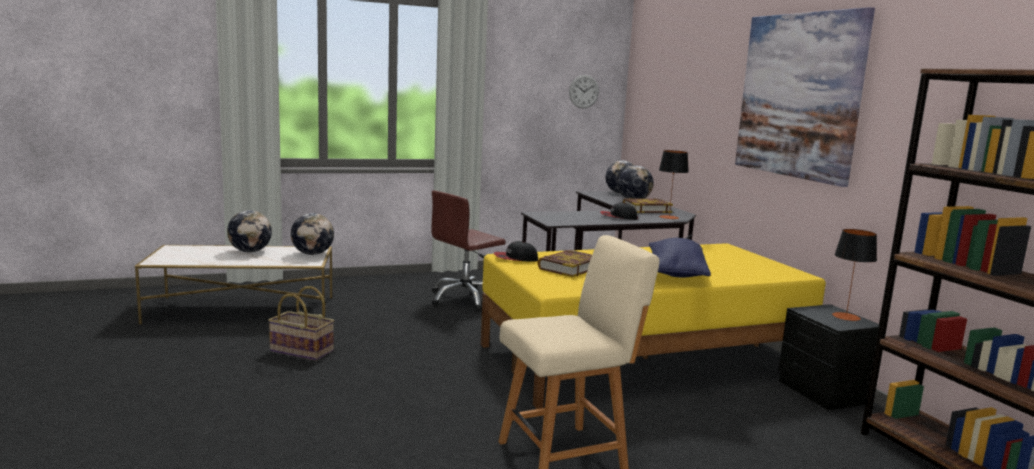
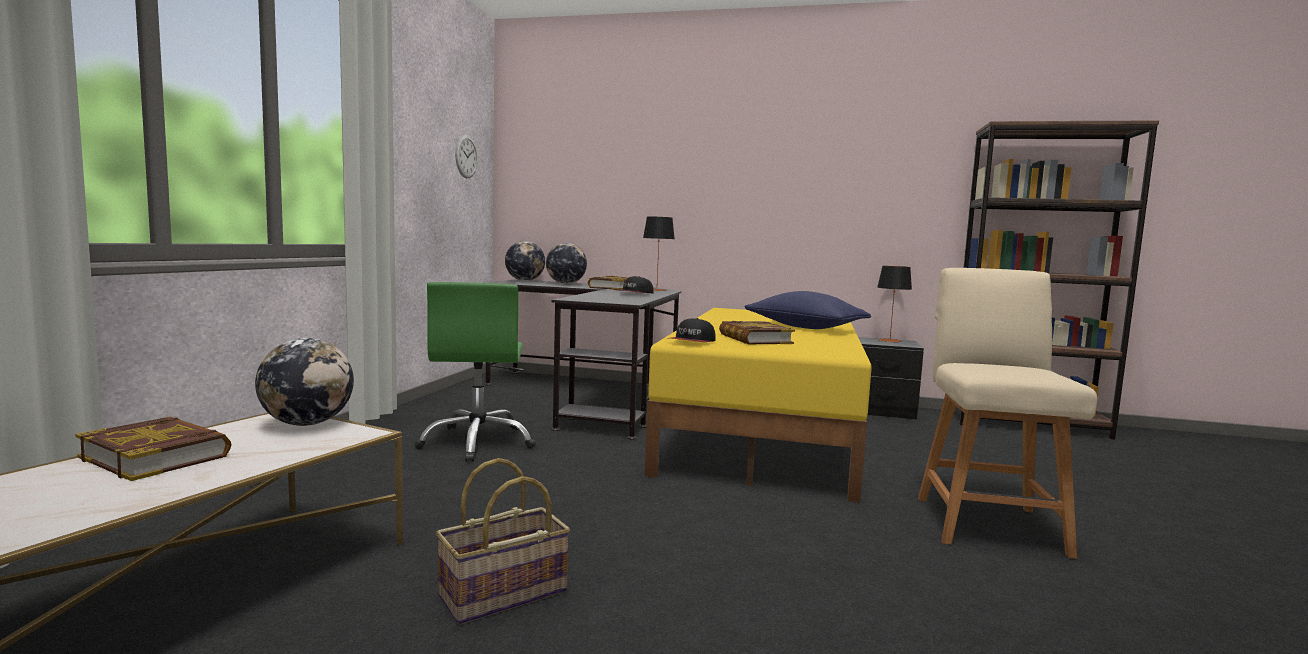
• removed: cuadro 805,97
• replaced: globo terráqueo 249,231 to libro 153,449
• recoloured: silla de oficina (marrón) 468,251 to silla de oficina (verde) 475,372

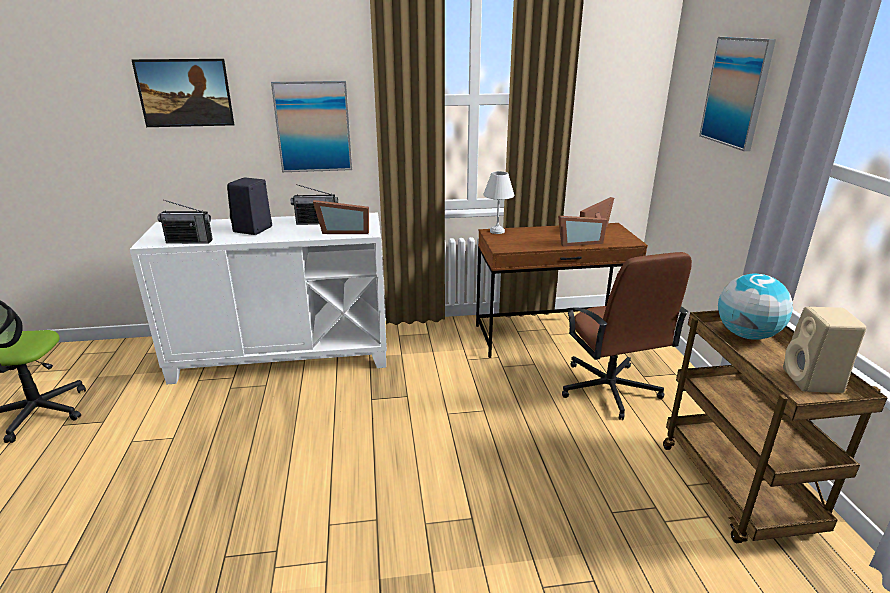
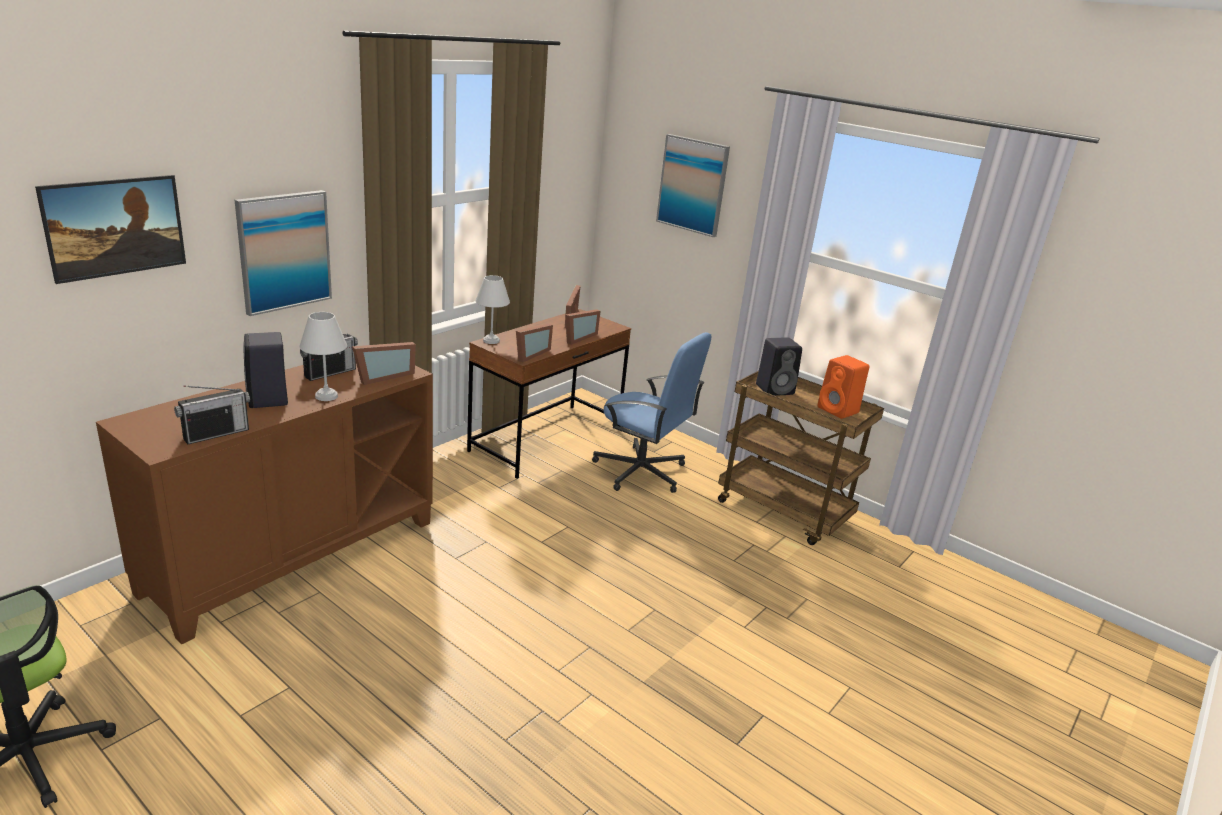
• added: lámpara de mesa (blanco) 323,356
• added: portarretratos 534,343
• replaced: globo terráqueo 755,307 to altavoz (negro) 779,366
• recoloured: armario (blanco) 258,298 to armario (marrón) 264,504
• recoloured: silla de oficina (marrón) 627,336 to silla de oficina (azul) 651,412
• recoloured: altavoz (beis) 824,350 to altavoz (naranja) 843,387

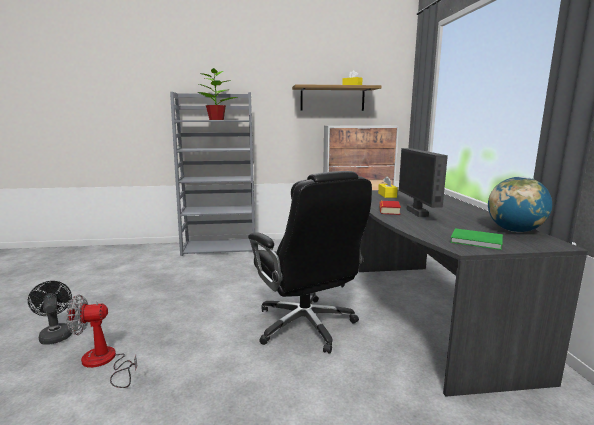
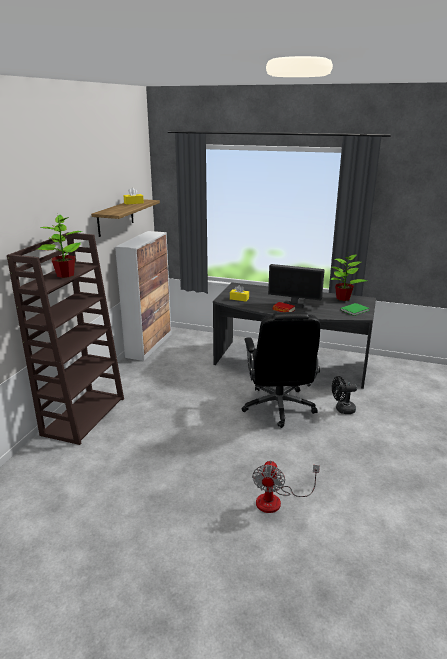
• moved: ventilador (negro) 50,313 to 344,395
• replaced: globo terráqueo 520,204 to planta en maceta 348,277
• recoloured: estantería (gris) 212,174 to estantería (marrón) 65,338
• turned: silla de oficina (negro) 310,262 = 280,370 90 degrees clockwise

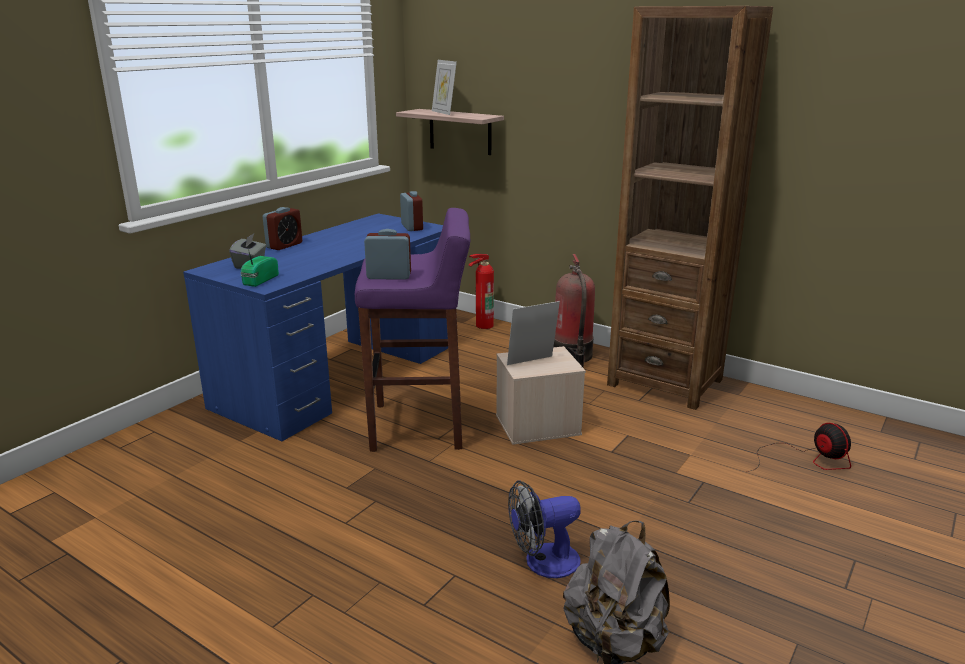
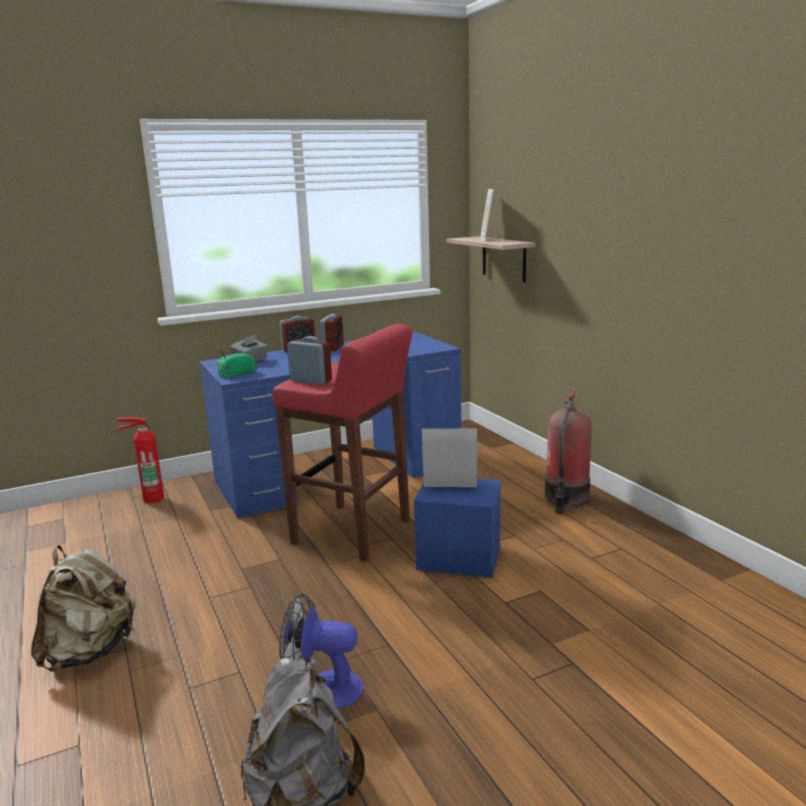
• removed: estantería (marrón) 690,208
• removed: ventilador 799,447
• added: mochila (beis) 83,608
• moved: despertador 411,211 to 332,332
• moved: extintor 481,291 to 140,460
• recoloured: taburete (morado) 412,330 to taburete (rojo) 342,443
• recoloured: caja de almacenaje (beis) 541,395 to caja de almacenaje (azul) 458,528

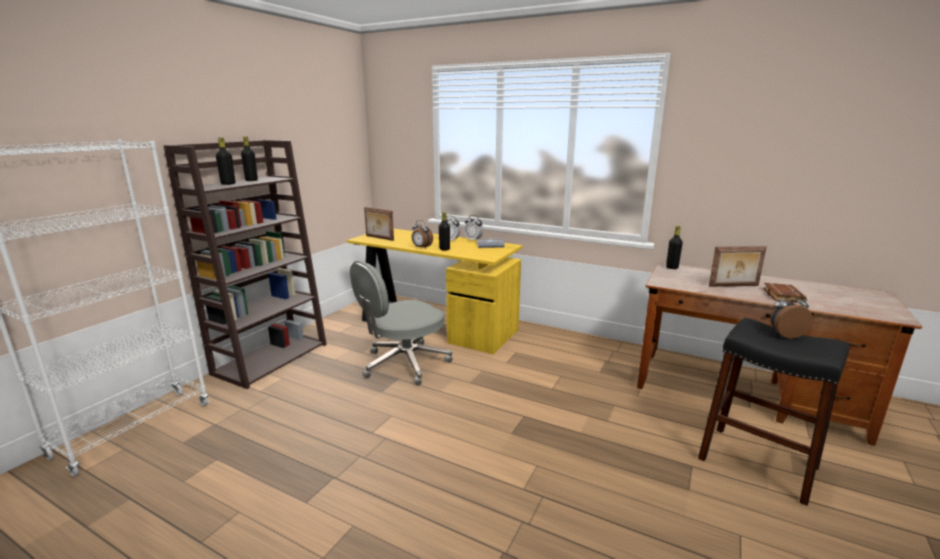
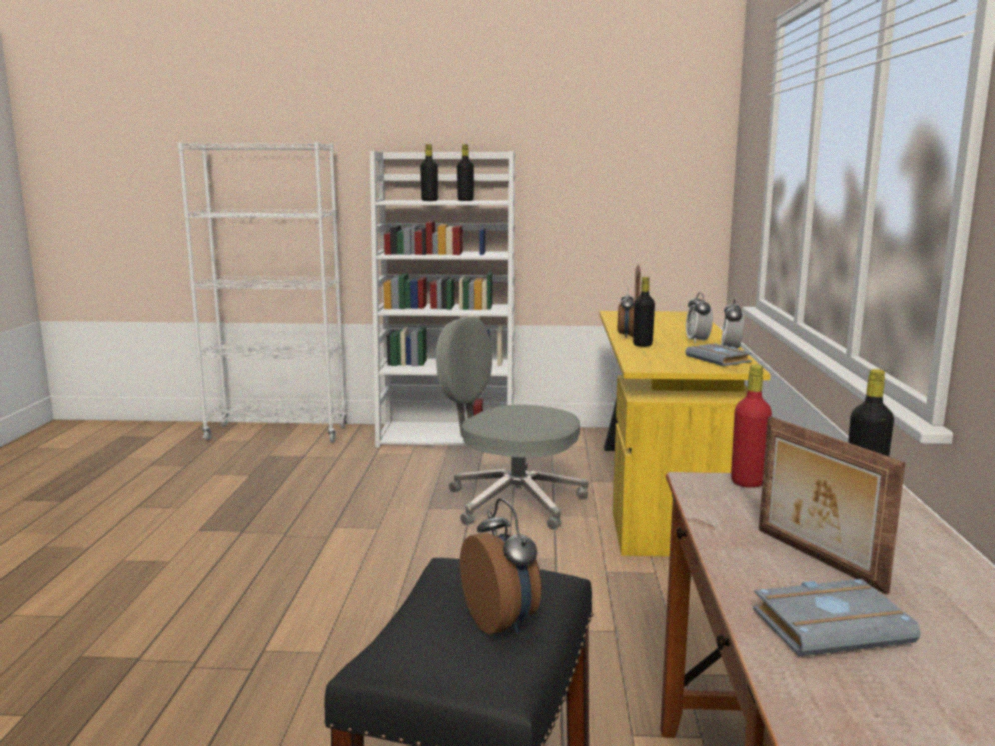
• added: botella (rojo) 751,426
• recoloured: estantería (marrón) 245,264 to estantería (blanco) 442,299
• recoloured: libro (marrón) 785,292 to libro (gris) 837,618

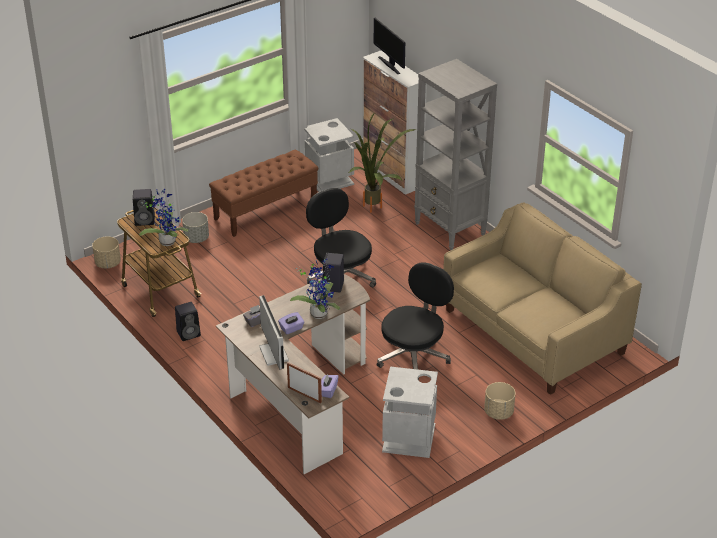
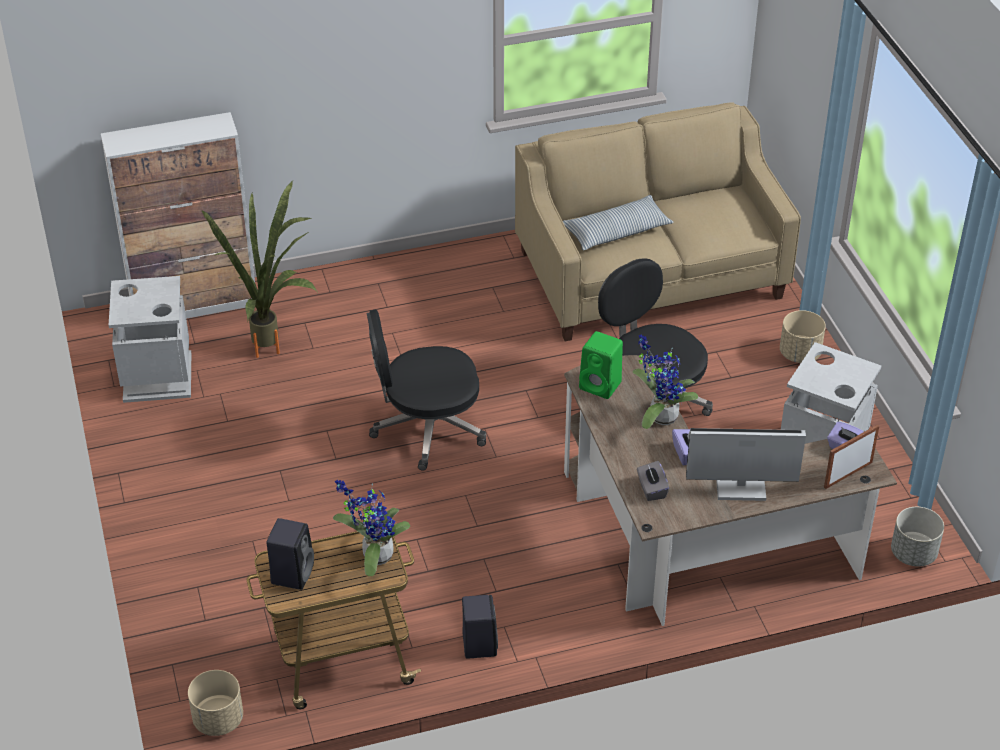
• removed: banco (marrón) 264,193
• removed: monitor 389,46
• removed: estantería (gris) 455,154
• added: cojín 618,222
• moved: maceta (gris) 195,227 to 917,537
• recoloured: altavoz (negro) 333,272 to altavoz (verde) 601,365

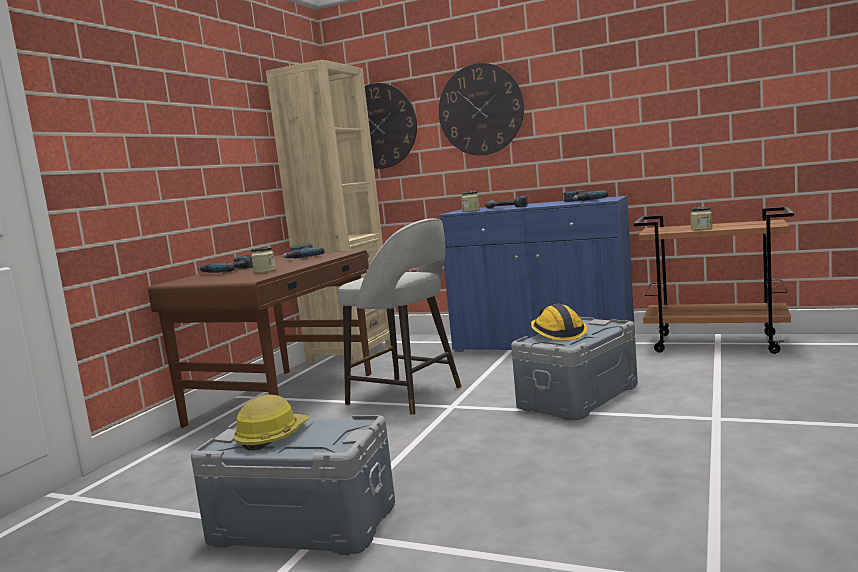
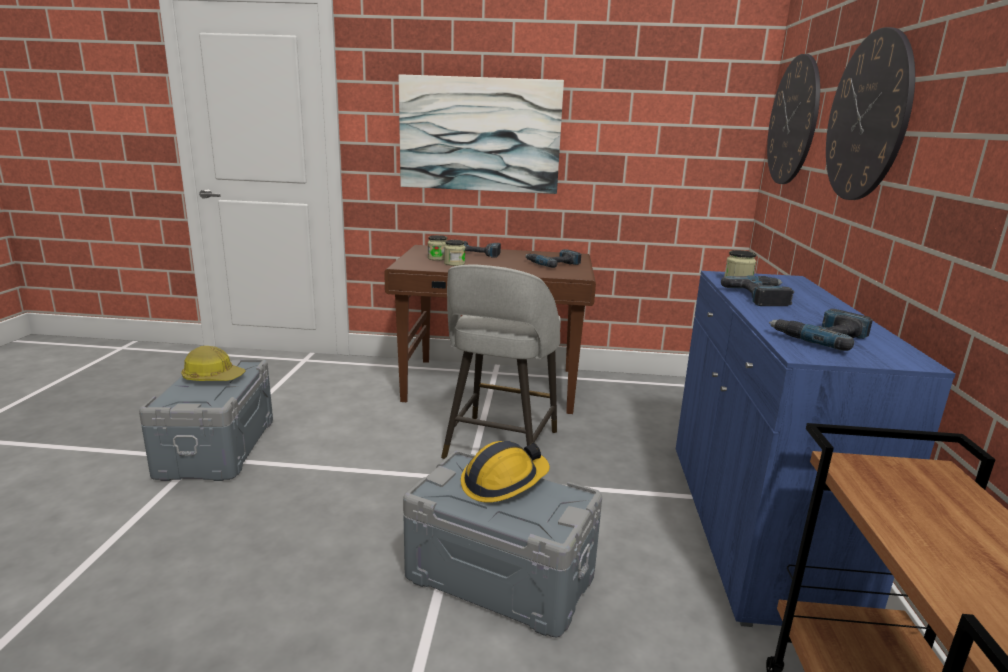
• removed: estantería (beis) 328,212
• added: cuadro 481,134
• moved: tarro 701,218 to 437,248

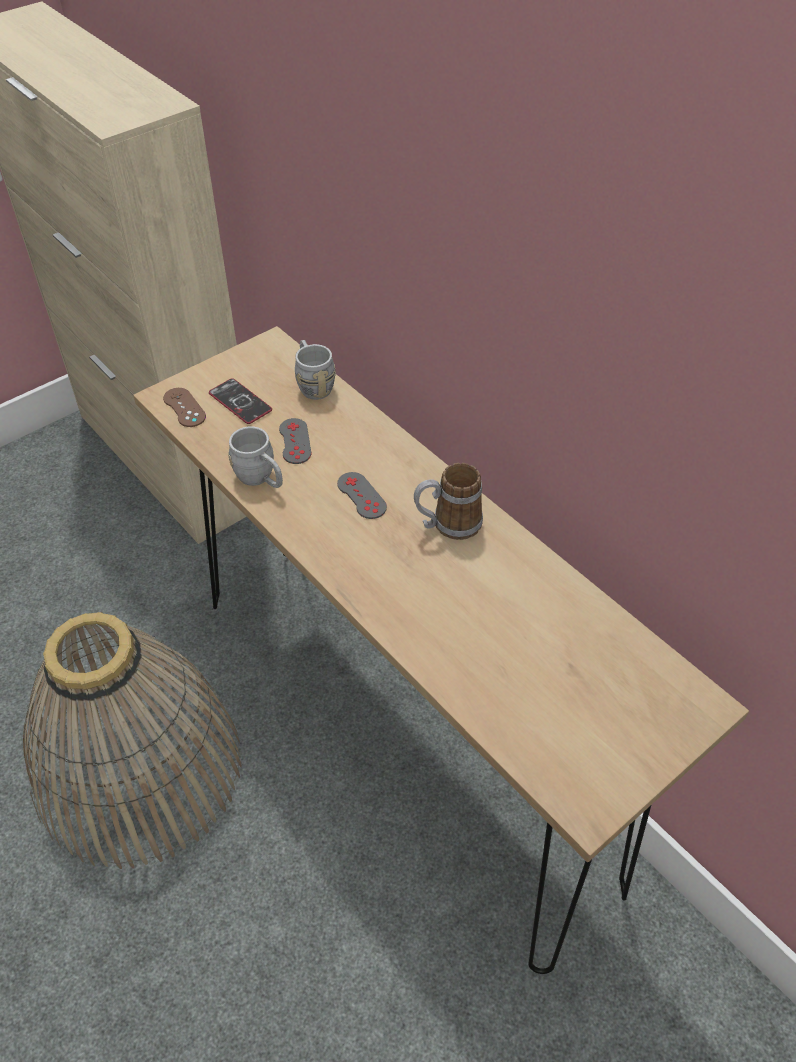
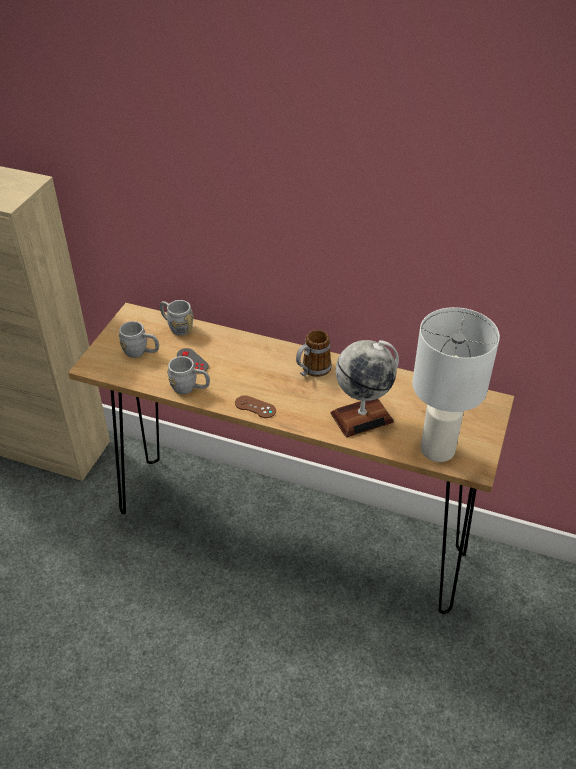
• removed: cesta 132,740
• removed: mando de consola (gris) 362,495
• added: globo terráqueo 364,389
• added: lámpara de mesa (blanco) 456,384
• moved: mando de consola (marrón) 184,407 to 255,406
• replaced: móvil 240,401 to taza grande (gris) 139,339

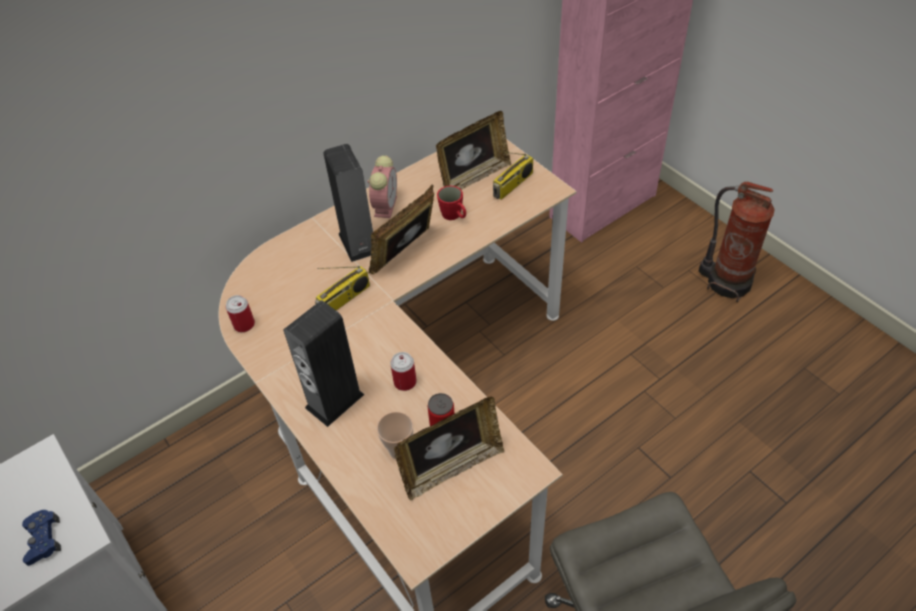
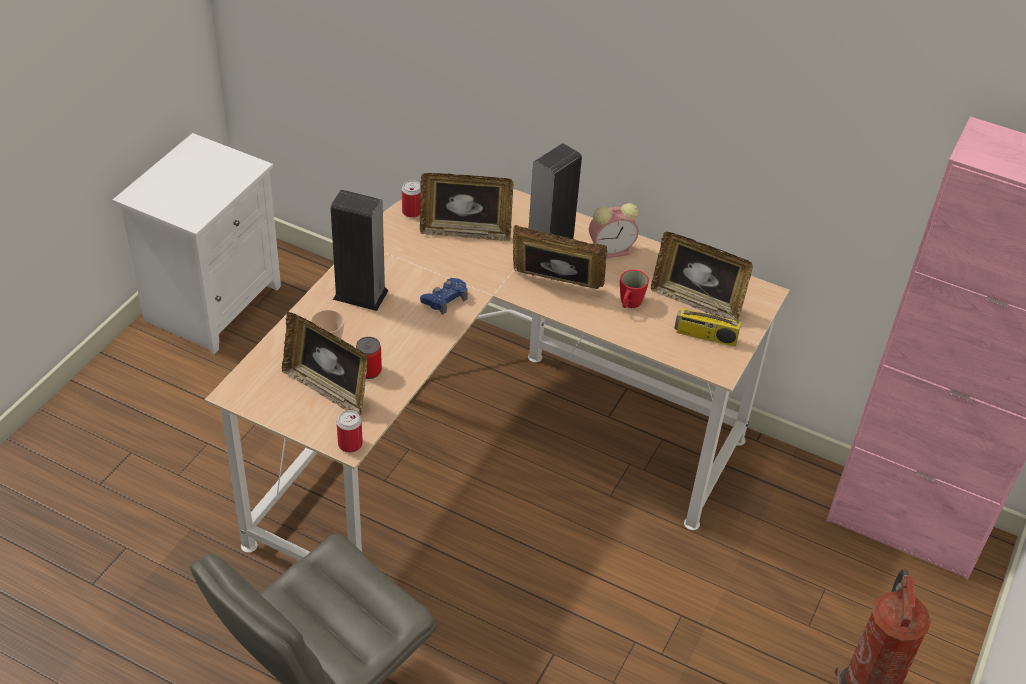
• removed: radio 342,288
• added: portarretratos 466,207
• moved: mando de consola (azul) 41,538 to 444,296
• moved: lata 403,371 to 350,431

